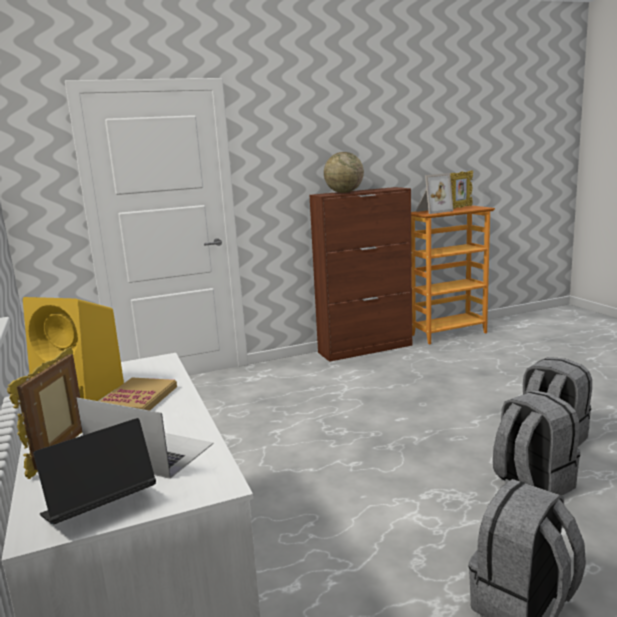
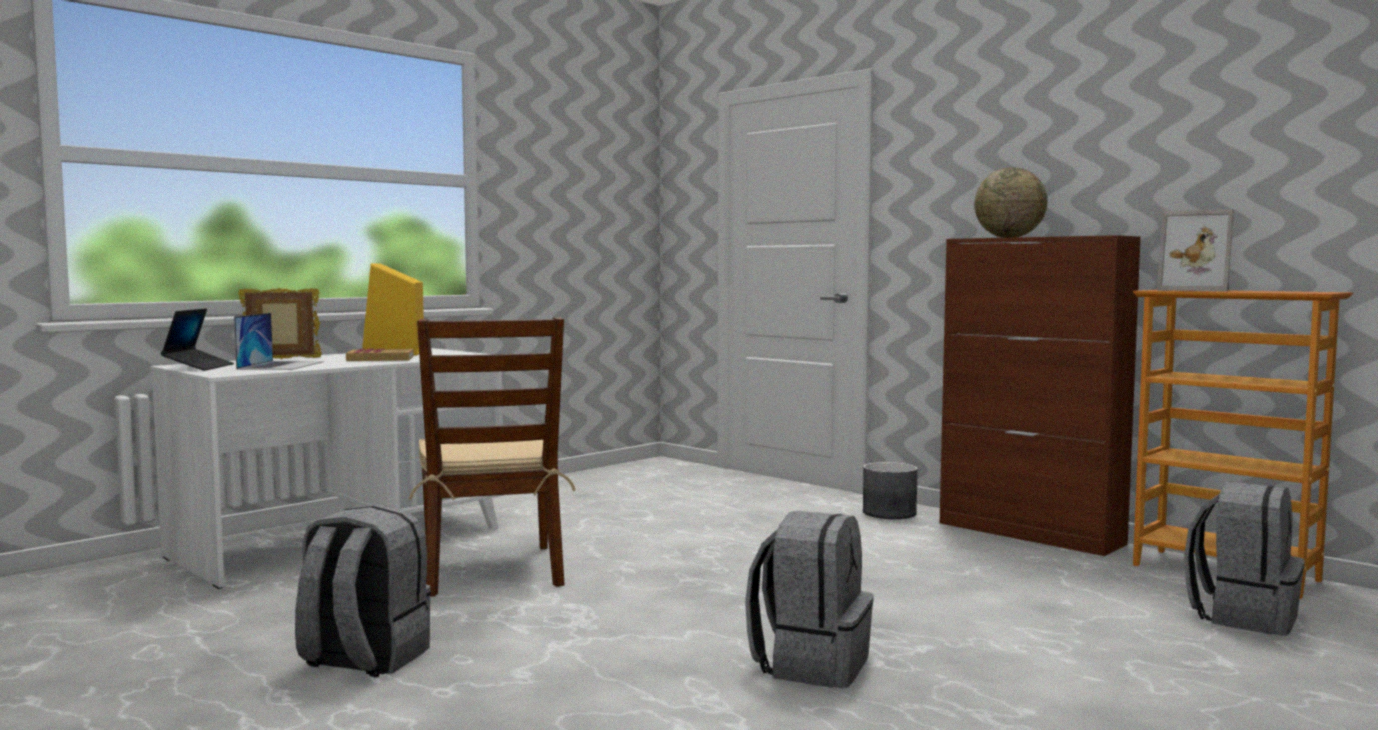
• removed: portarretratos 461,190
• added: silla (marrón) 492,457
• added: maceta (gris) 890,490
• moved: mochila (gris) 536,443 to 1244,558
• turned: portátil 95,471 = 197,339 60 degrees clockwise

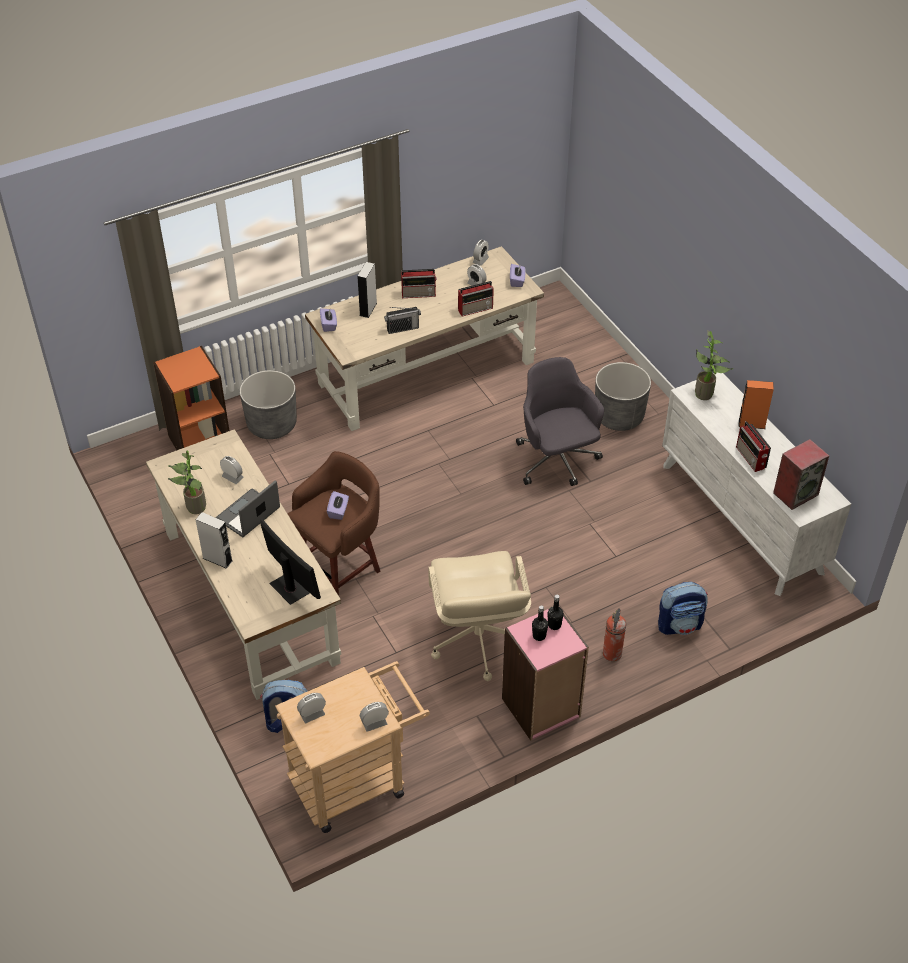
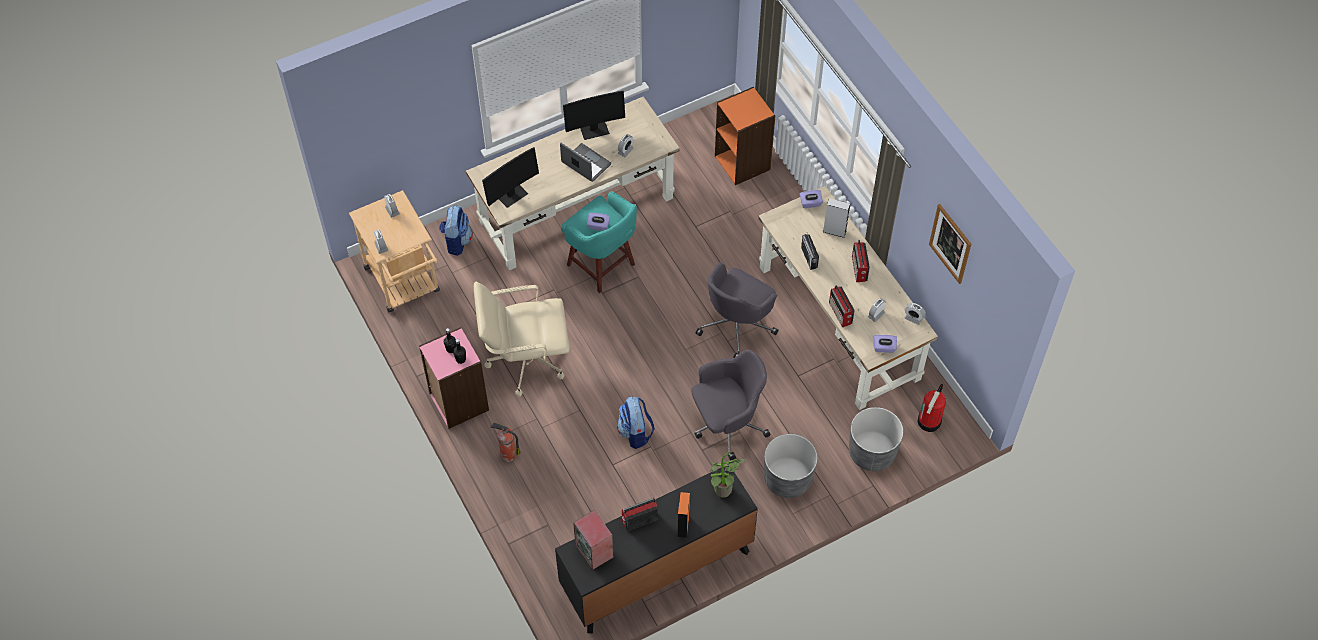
• removed: altavoz (gris) 213,540
• added: silla de oficina (gris) 737,310
• added: extintor 932,408
• added: cuadro 950,244
• moved: maceta (gris) 268,404 to 876,439
• moved: mochila 683,608 to 636,423
• replaced: planta en maceta 187,482 to monitor 594,115
• recoloured: taburete (marrón) 334,523 to taburete (turquesa) 599,242
• recoloured: cómoda (blanco) 756,484 to cómoda (negro) 656,548

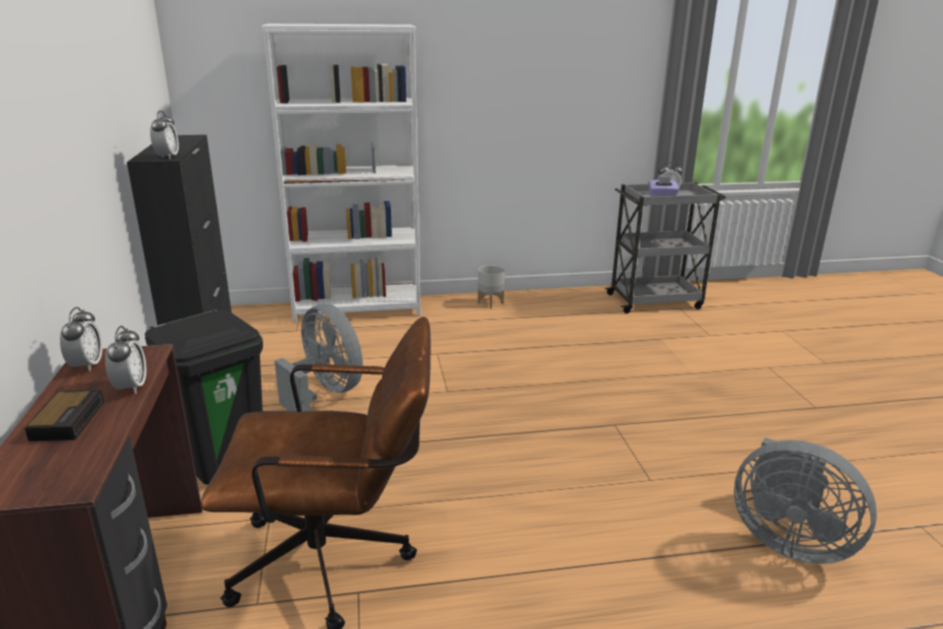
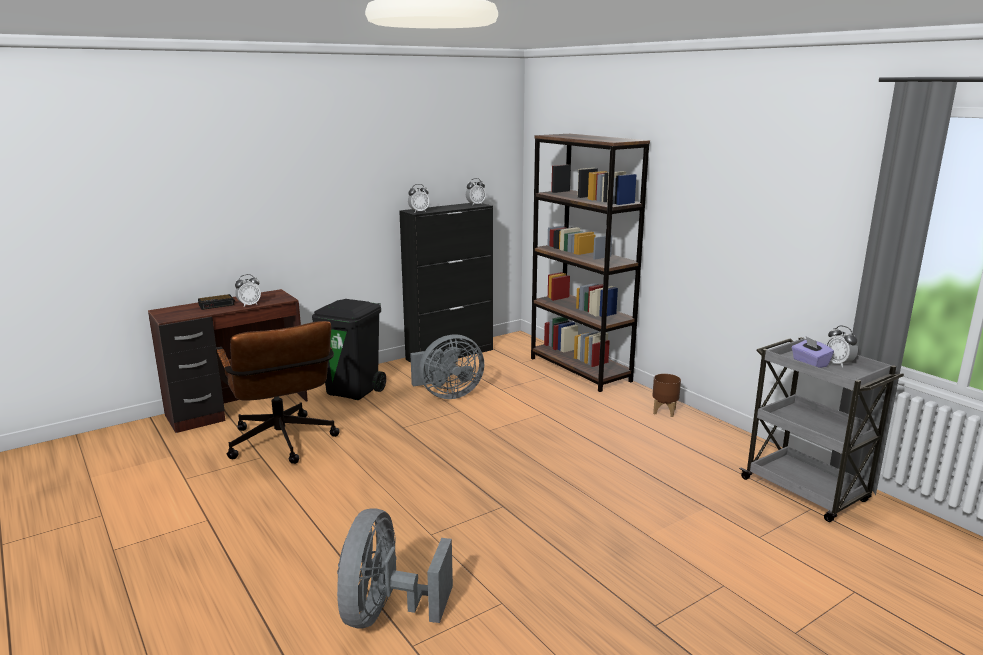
• moved: despertador 81,339 to 476,192
• recoloured: estantería (blanco) 341,173 to estantería (marrón) 590,263
• recoloured: maceta (gris) 491,287 to maceta (marrón) 666,395
• turned: ventilador (gris) 318,358 = 447,366 45 degrees clockwise

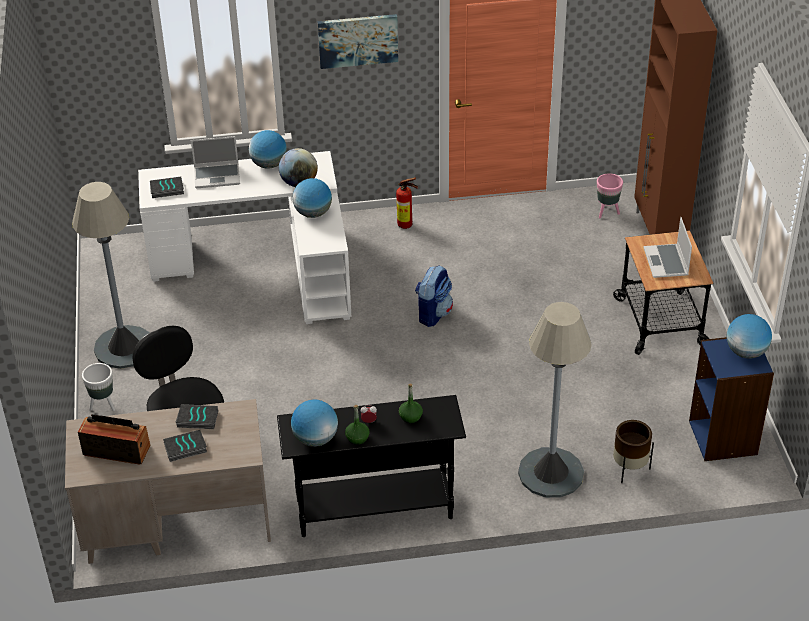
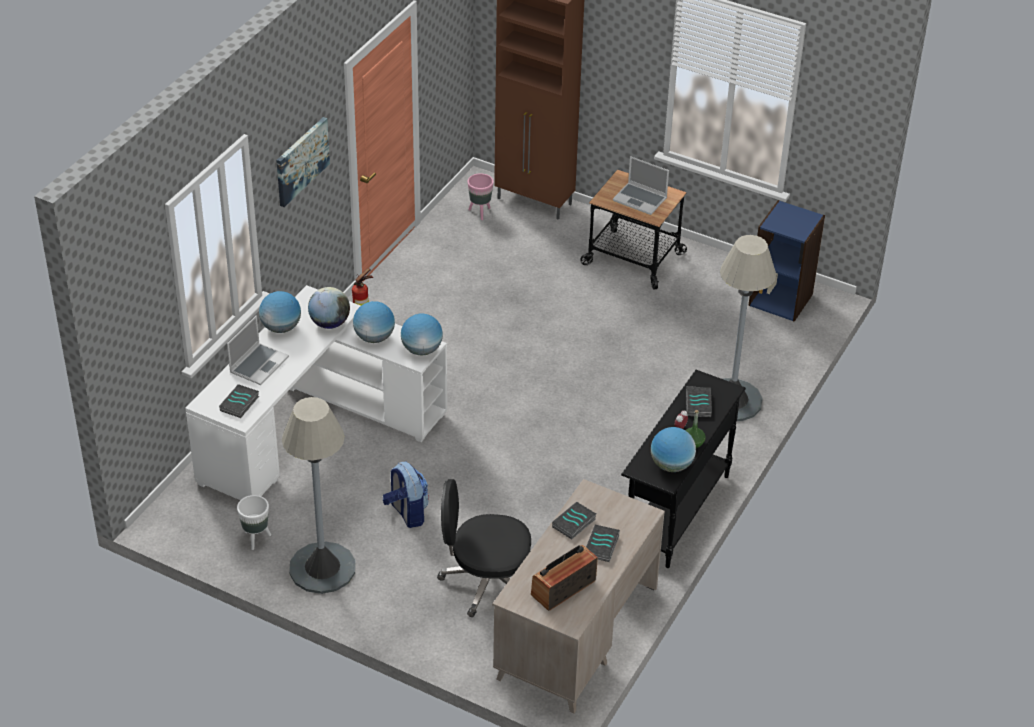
• removed: maceta (marrón) 633,451
• moved: maceta (blanco) 98,387 to 254,522
• moved: mochila 434,296 to 406,494
• moved: globo terráqueo 749,336 to 422,334
• replaced: botella (verde) 411,403 to libro 699,401

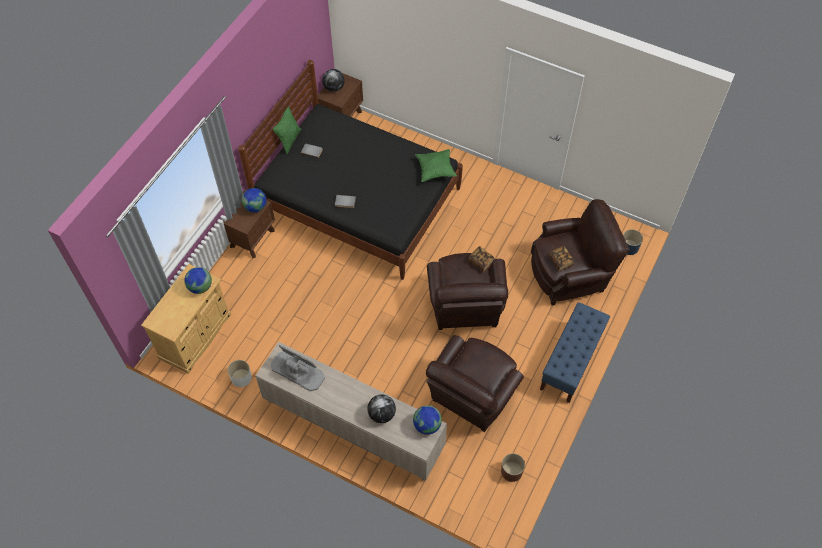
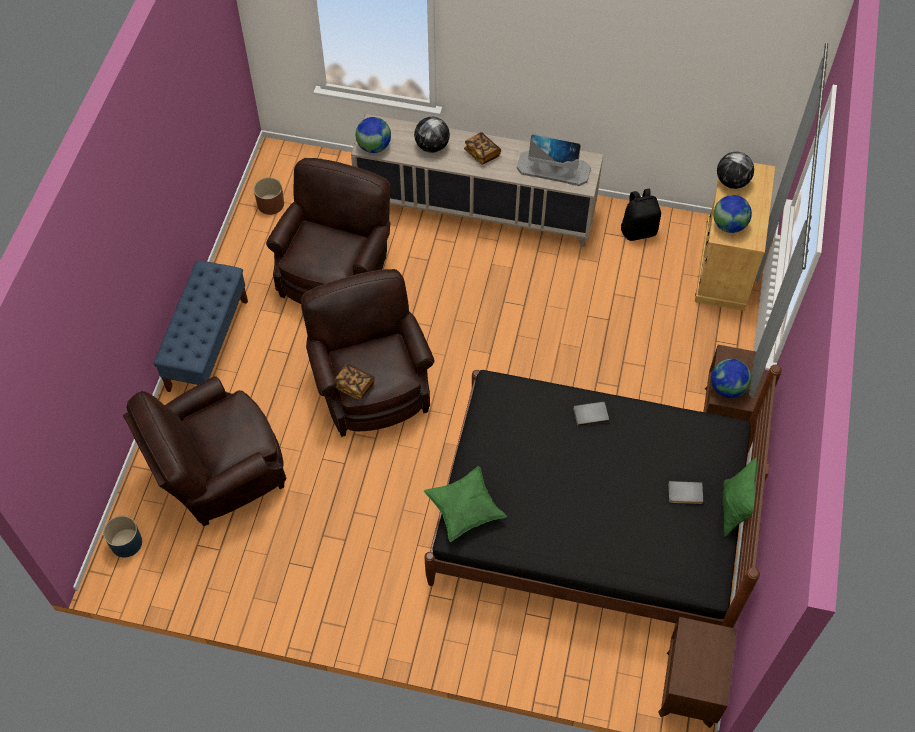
• moved: globo terráqueo 333,80 to 735,170
• moved: libro 561,258 to 482,148
• replaced: maceta (blanco) 240,373 to mochila (negro) 641,215

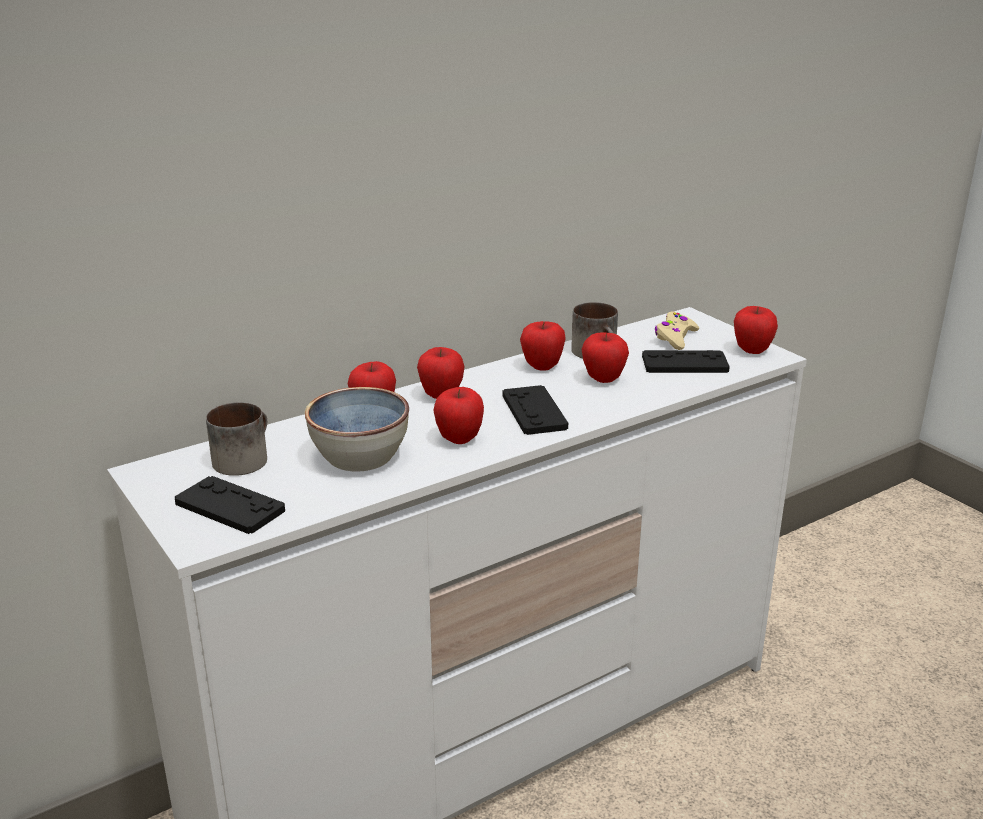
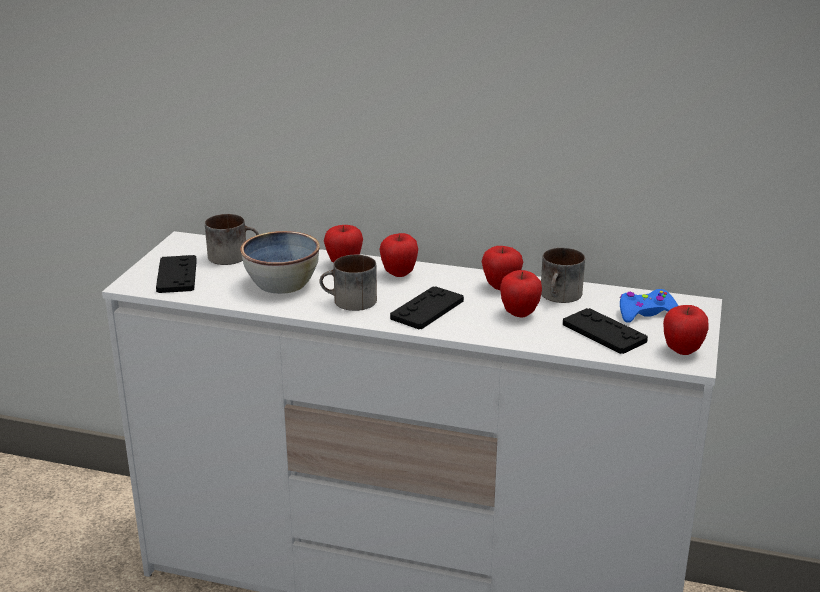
• replaced: manzana 458,415 to taza grande 348,283
• recoloured: mando de consola (beis) 677,330 to mando de consola (azul) 649,306

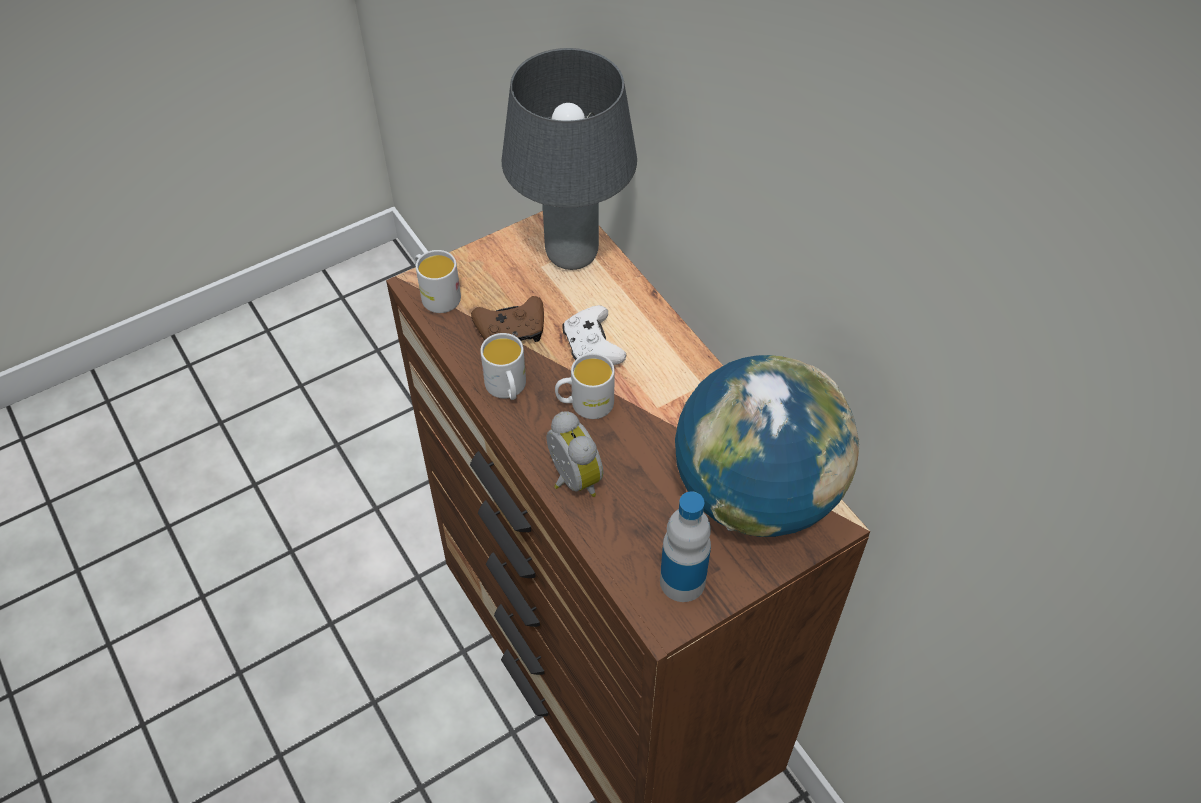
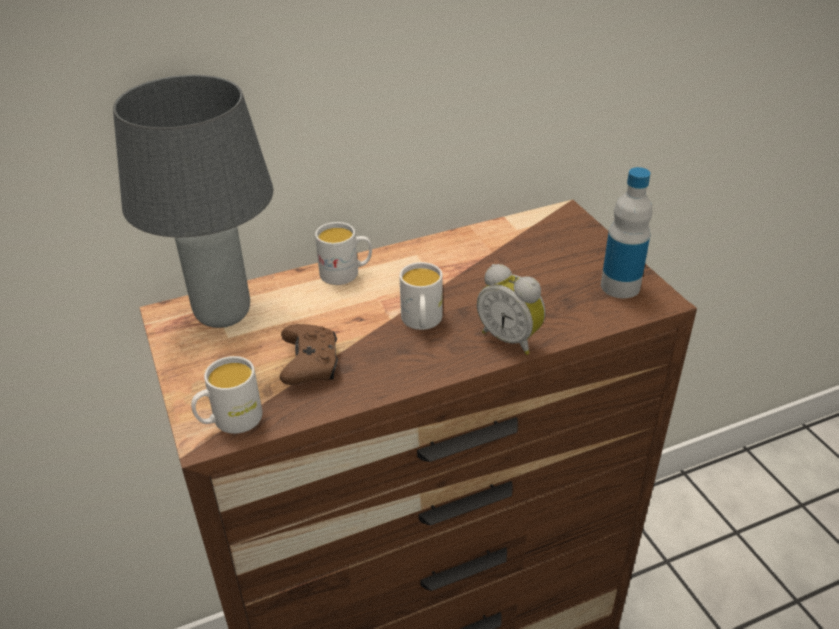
• removed: mando de consola (blanco) 594,335
• removed: globo terráqueo 767,446
• moved: taza grande (blanco) 503,366 to 343,253
• turned: despertador 575,454 = 511,309 120 degrees counterclockwise

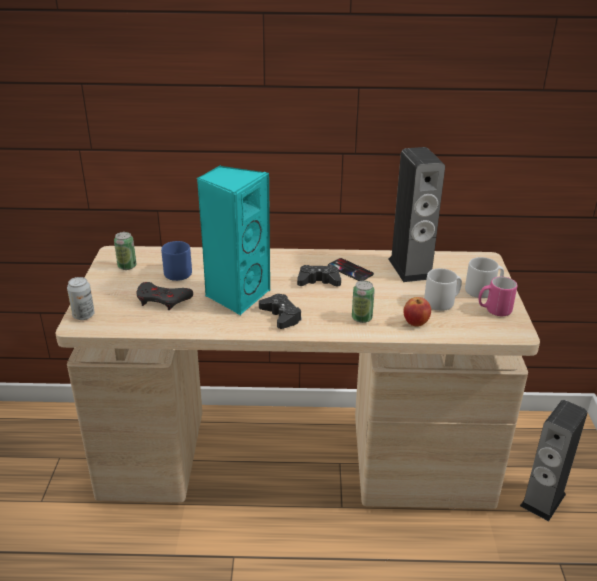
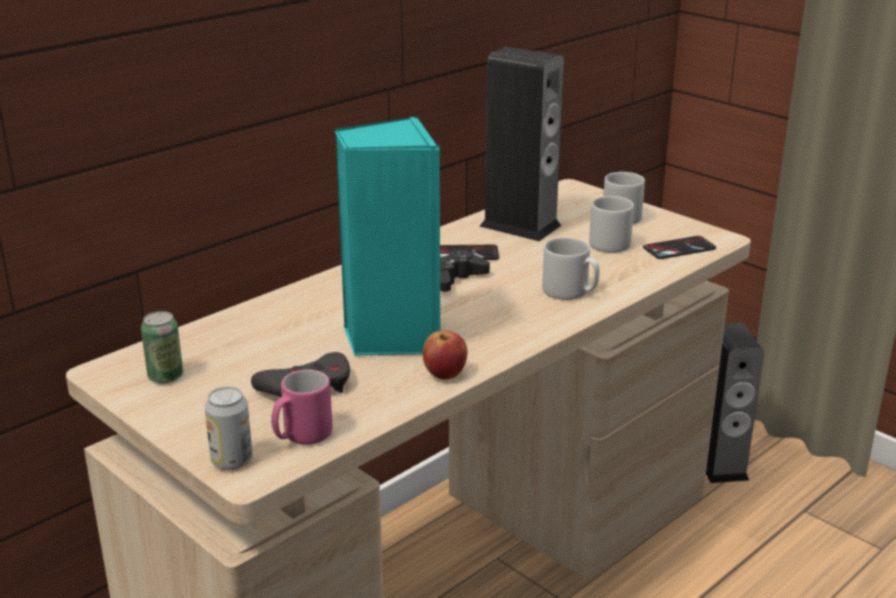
• removed: taza grande (azul) 176,261
• removed: mando de consola (negro) 280,311
• added: móvil 679,247
• moved: manzana 417,312 to 445,355
• moved: taza grande (rosa) 497,296 to 302,407
• replaced: lata 363,302 to taza grande (gris) 570,268

